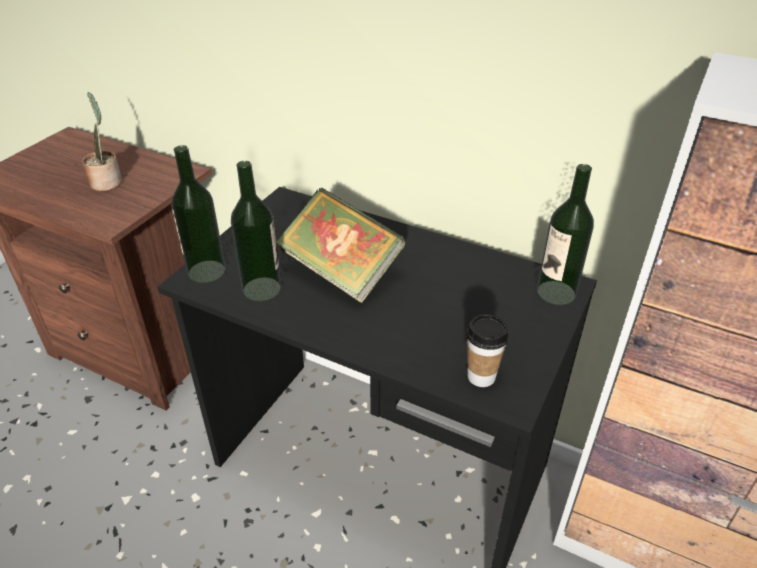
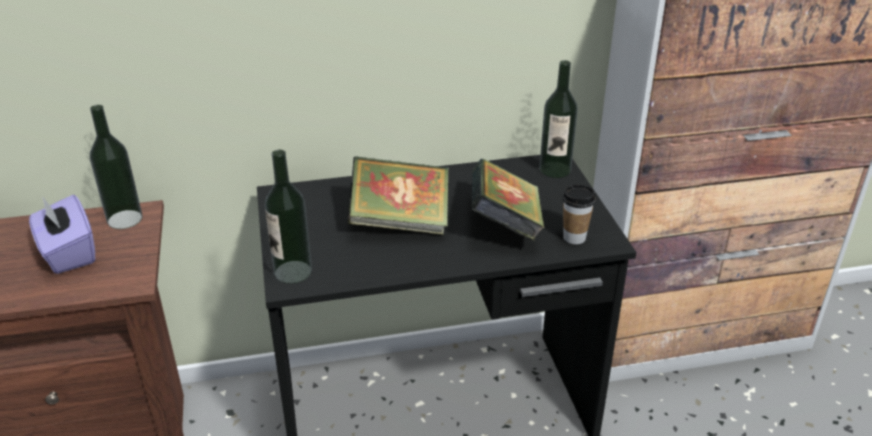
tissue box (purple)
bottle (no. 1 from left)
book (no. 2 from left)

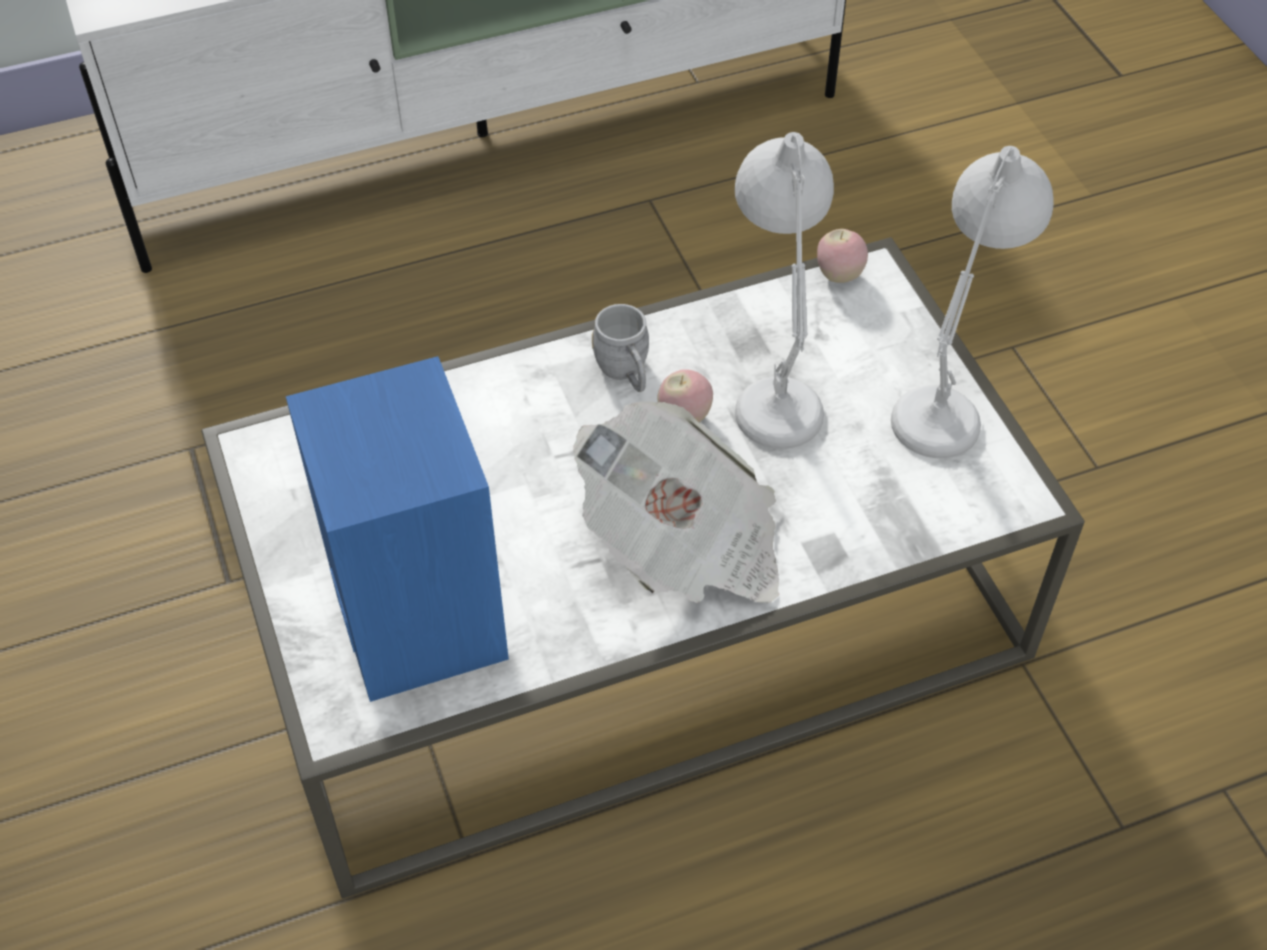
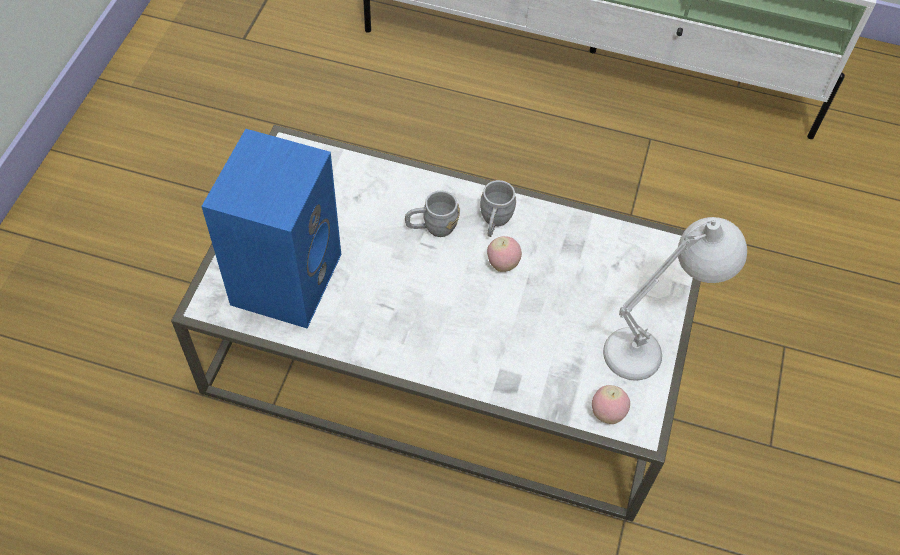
newspaper
table lamp (white) (no. 1 from left in the first image)
apple (no. 2 from left)
mug (grey) (no. 1 from left)

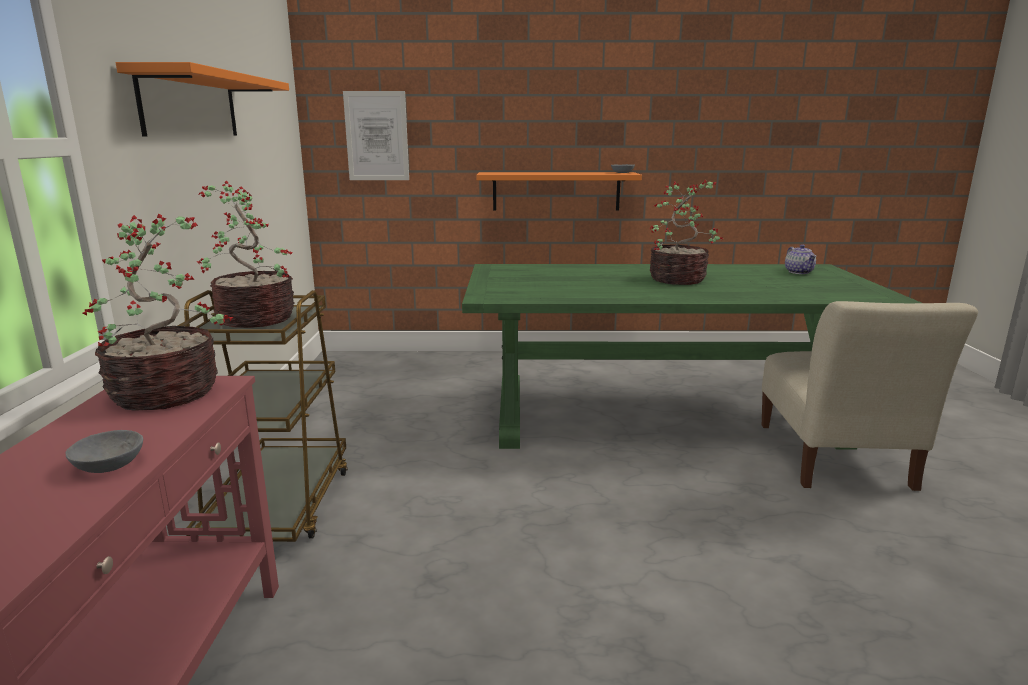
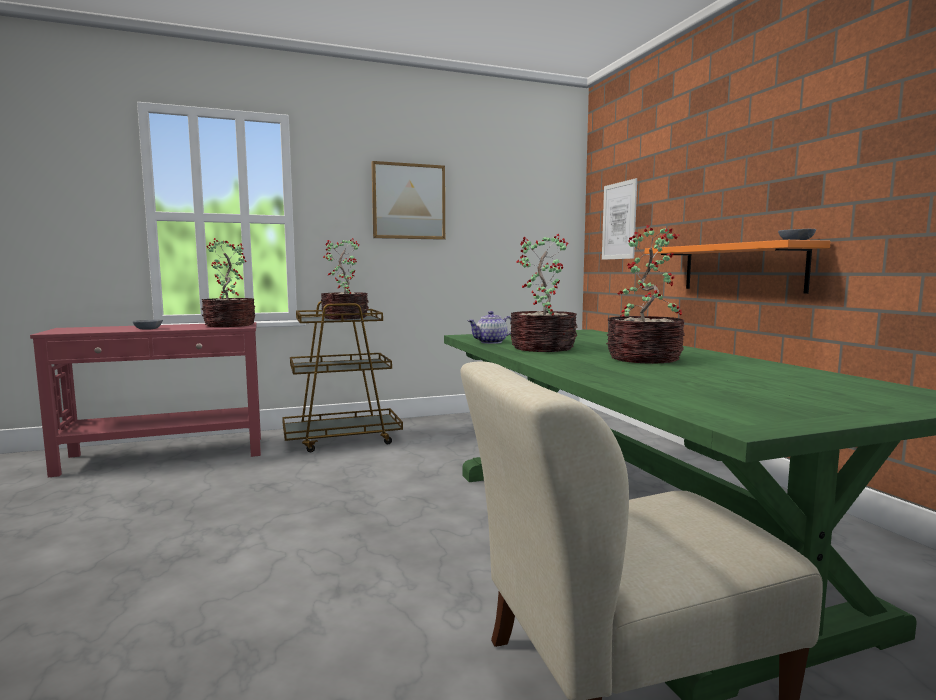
picture (no. 1 from left)
teapot
potted plant (no. 3 from left)

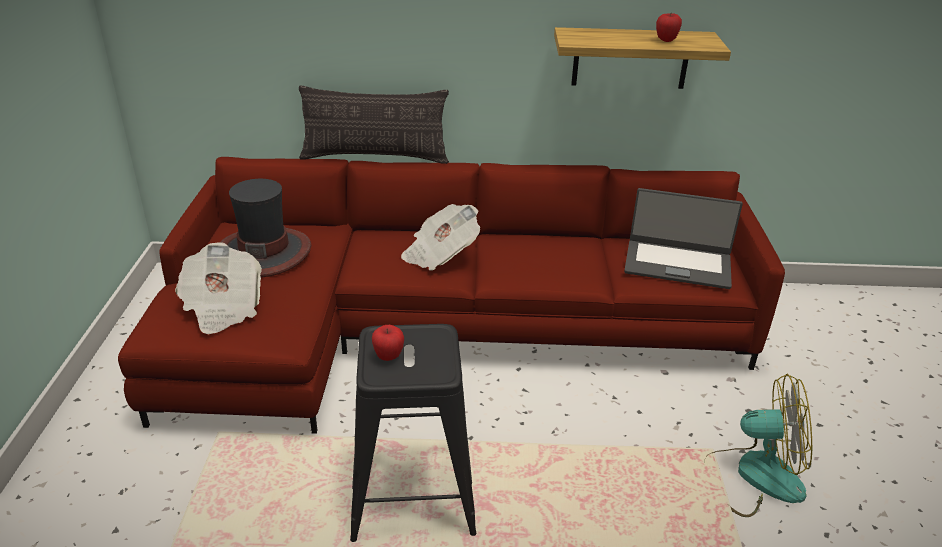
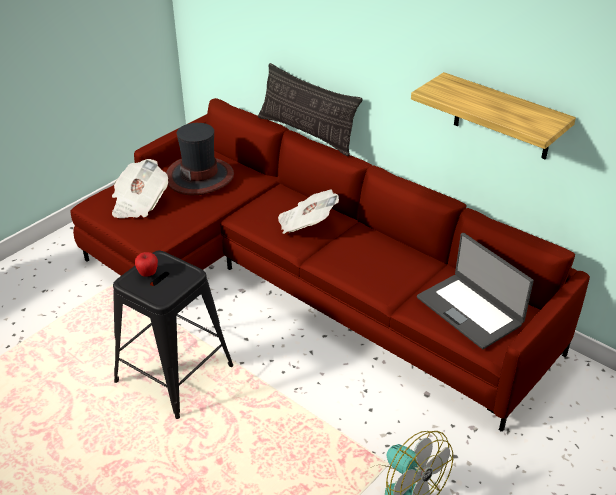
apple (no. 2 from left in the first image)

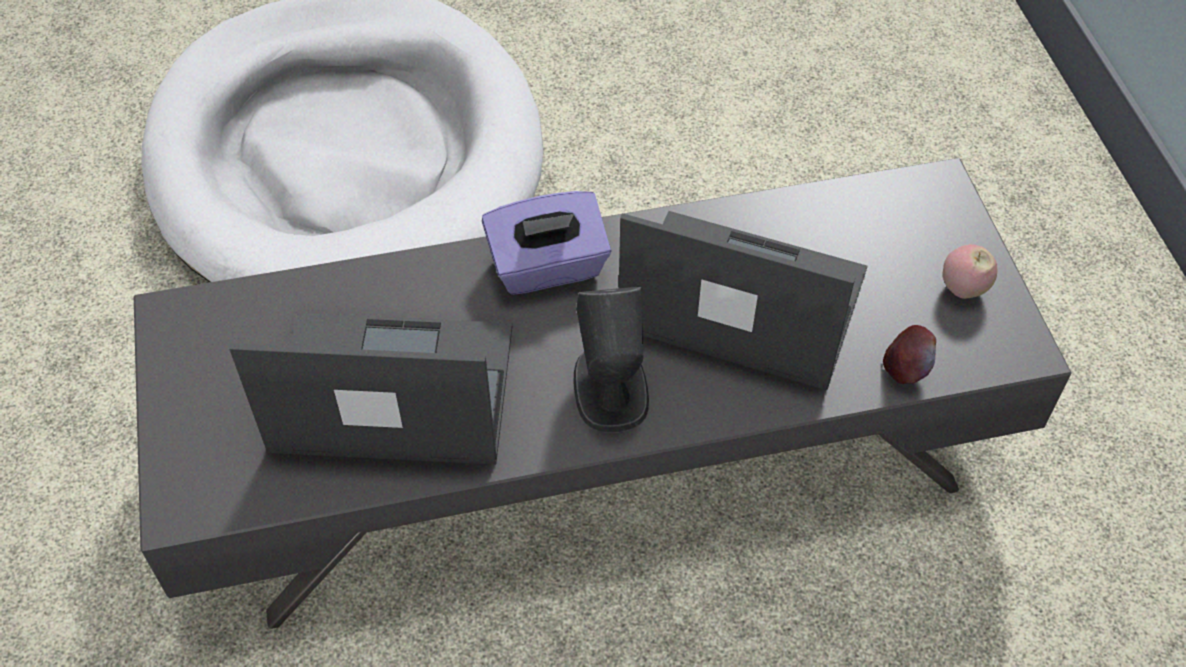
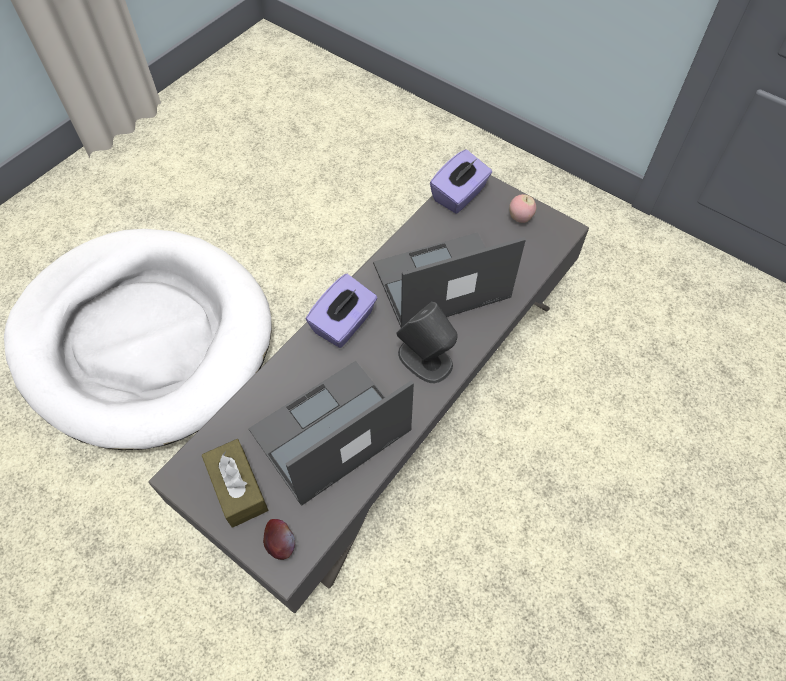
apple (no. 1 from left)
tissue box (brown)
tissue box (purple) (no. 2 from left)

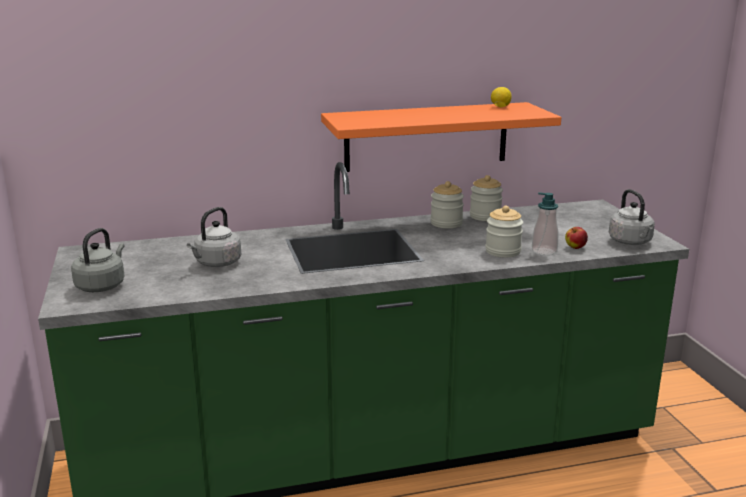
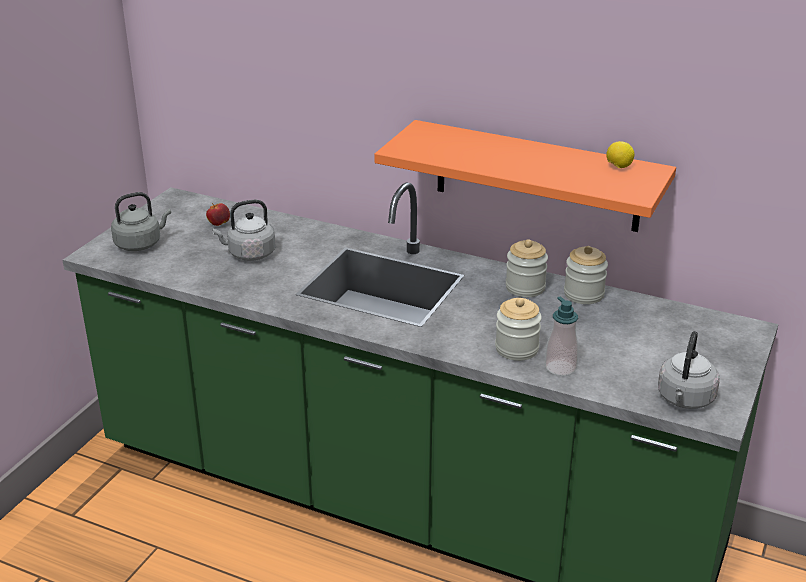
apple

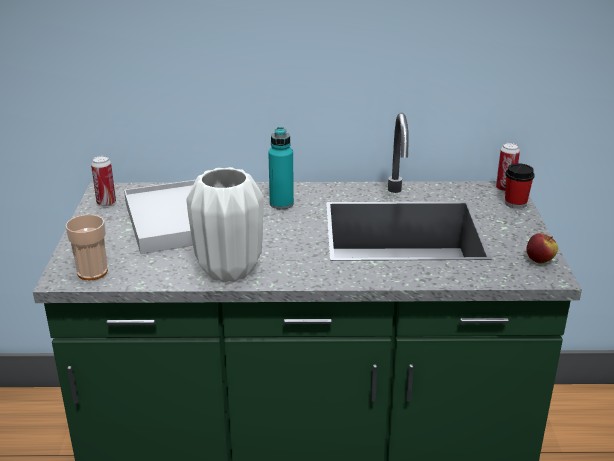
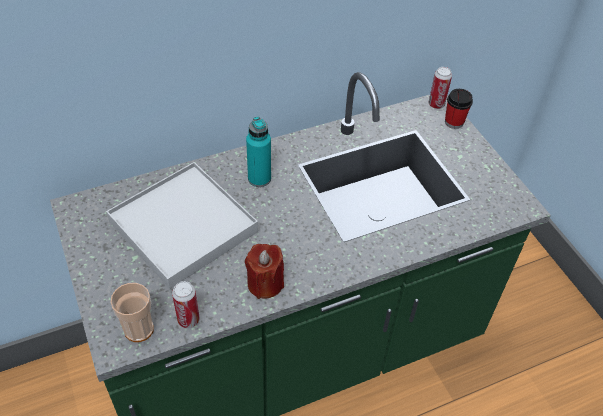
can (no. 1 from left)
candle (red)
apple

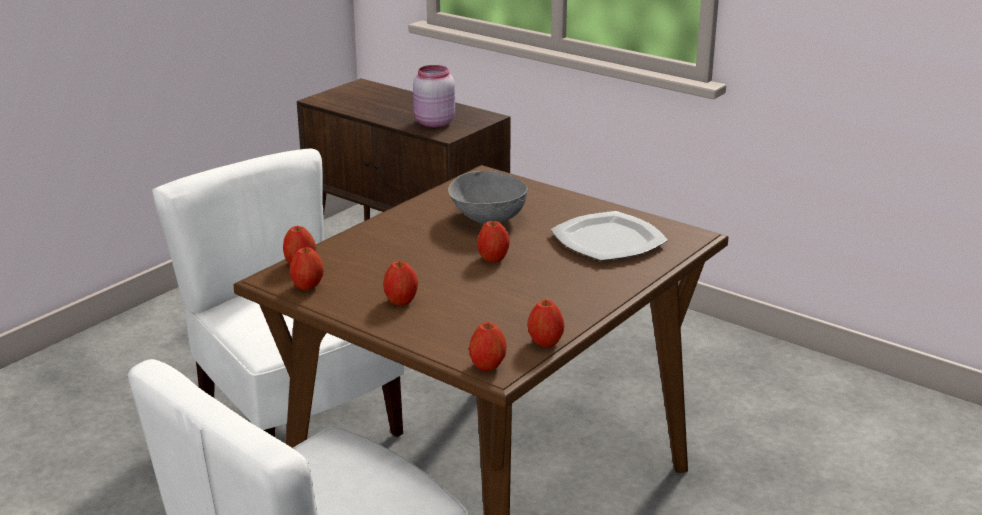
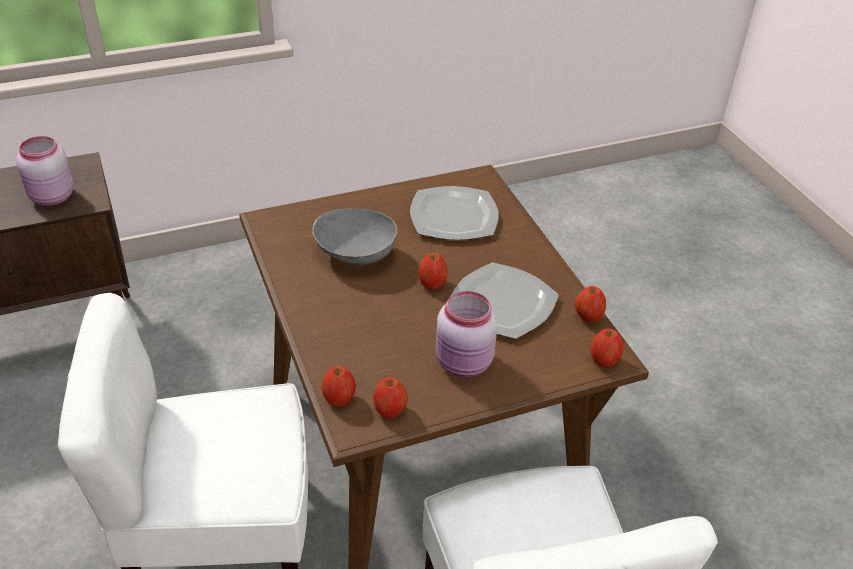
jar (pink) (no. 2 from left)
plate (no. 2 from left)

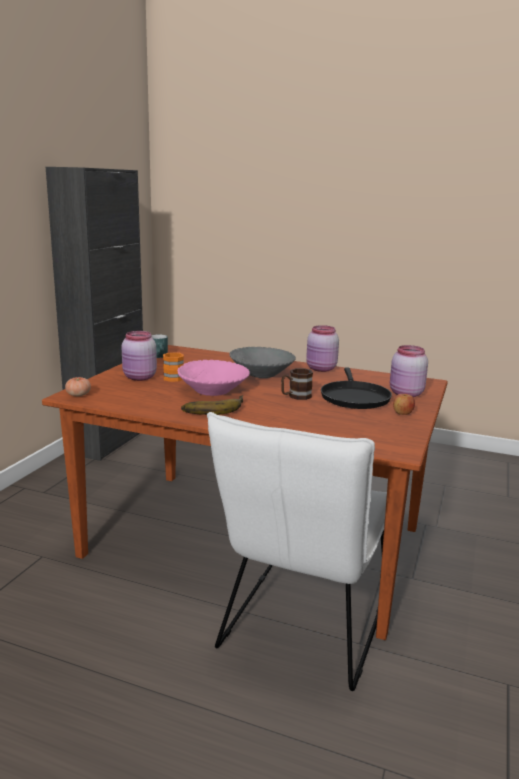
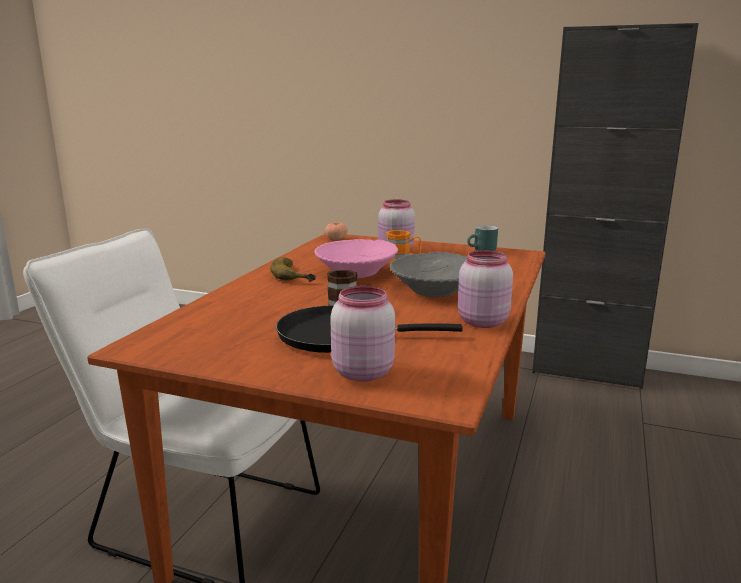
apple

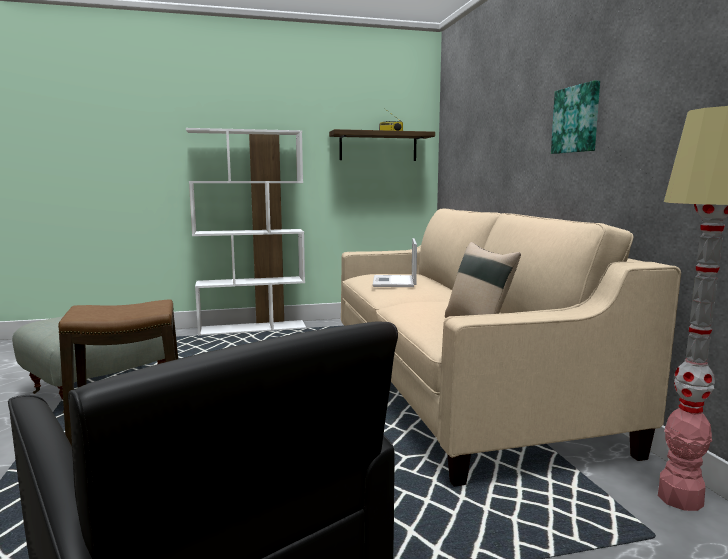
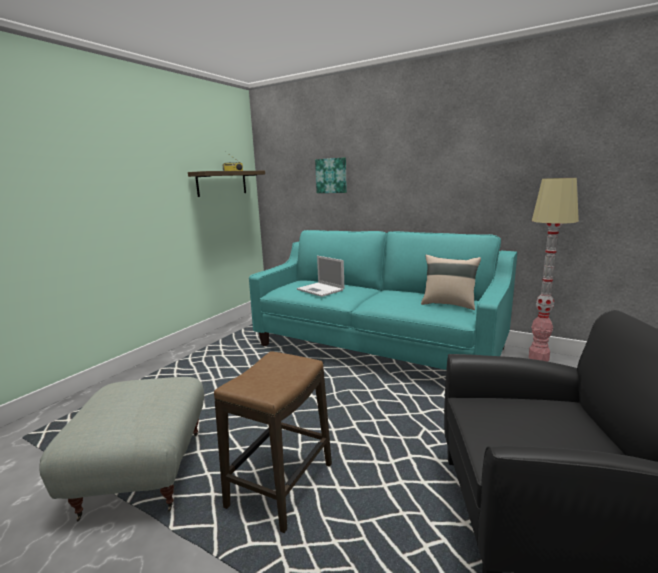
bookcase (white)
sofa (turquoise)
picture

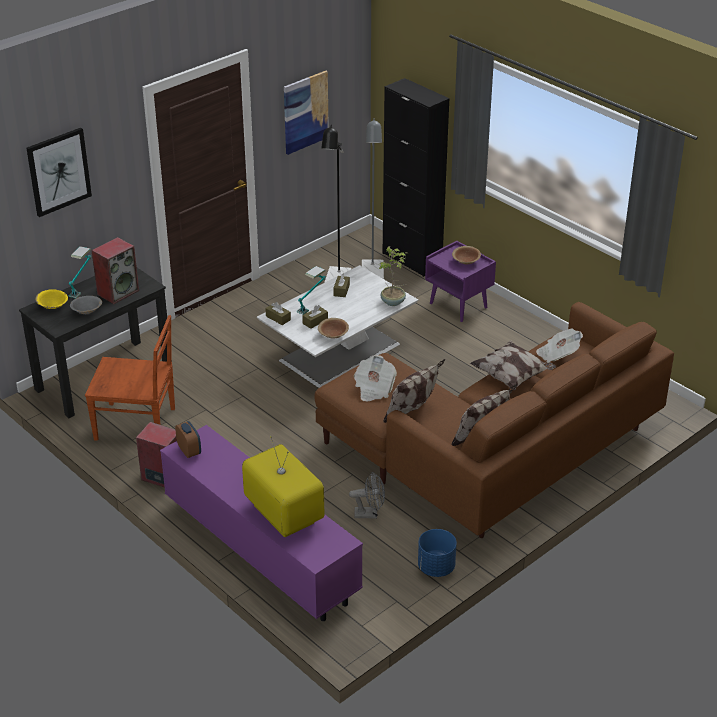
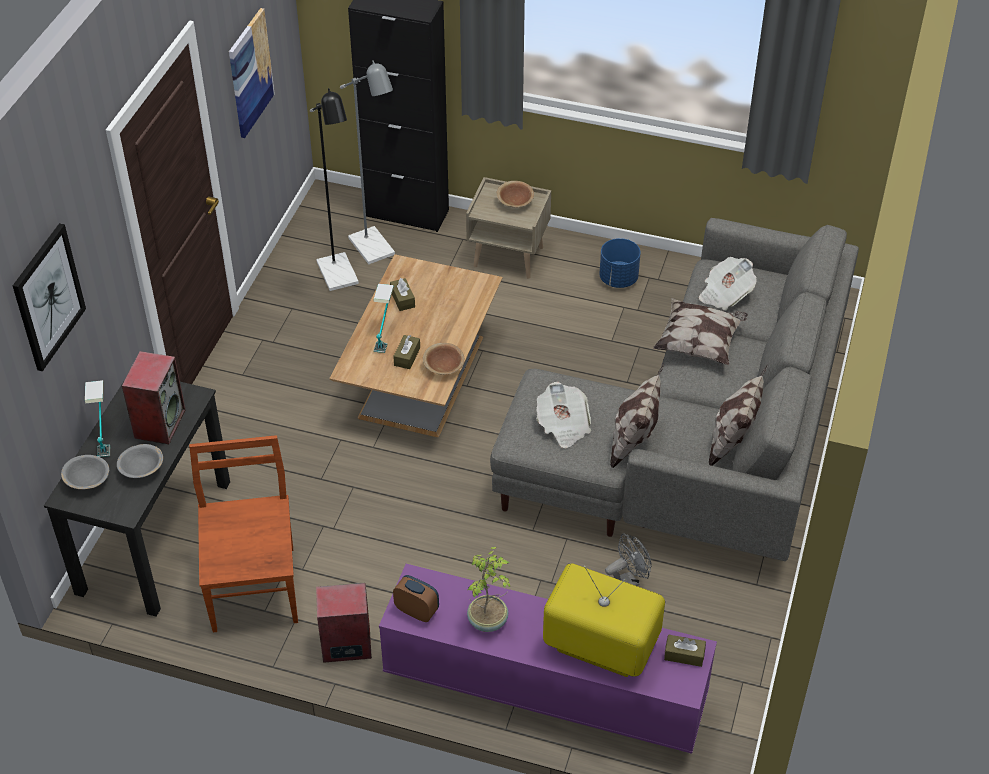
bowl (grey) (no. 1 from left)
chair (brown)
coffee table (brown)
tissue box (brown) (no. 3 from left)
sofa (grey)
potted plant
planter (blue)
nightstand (beige)

